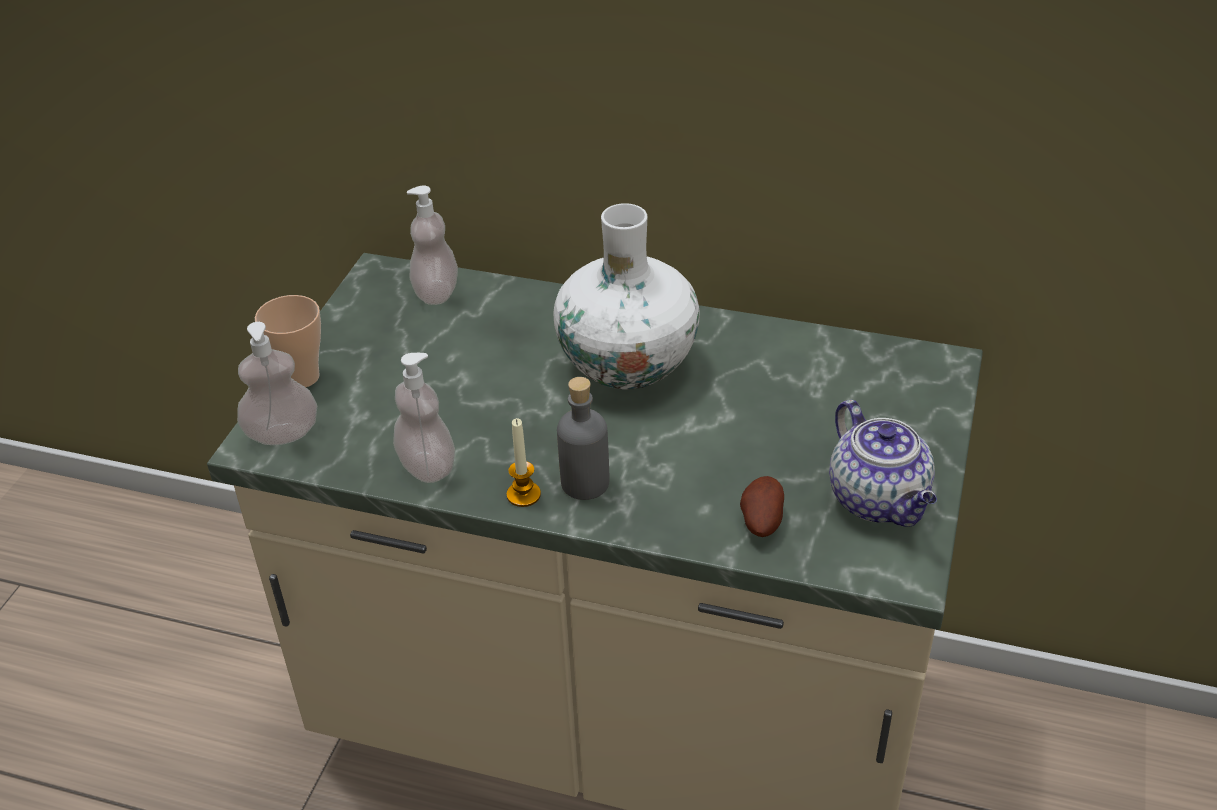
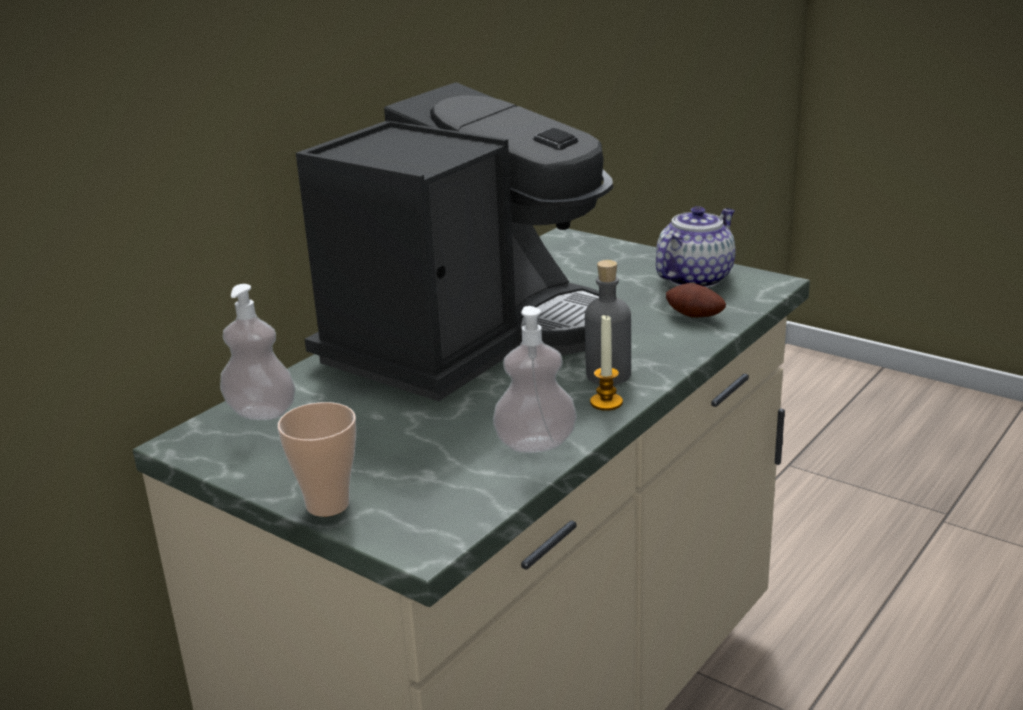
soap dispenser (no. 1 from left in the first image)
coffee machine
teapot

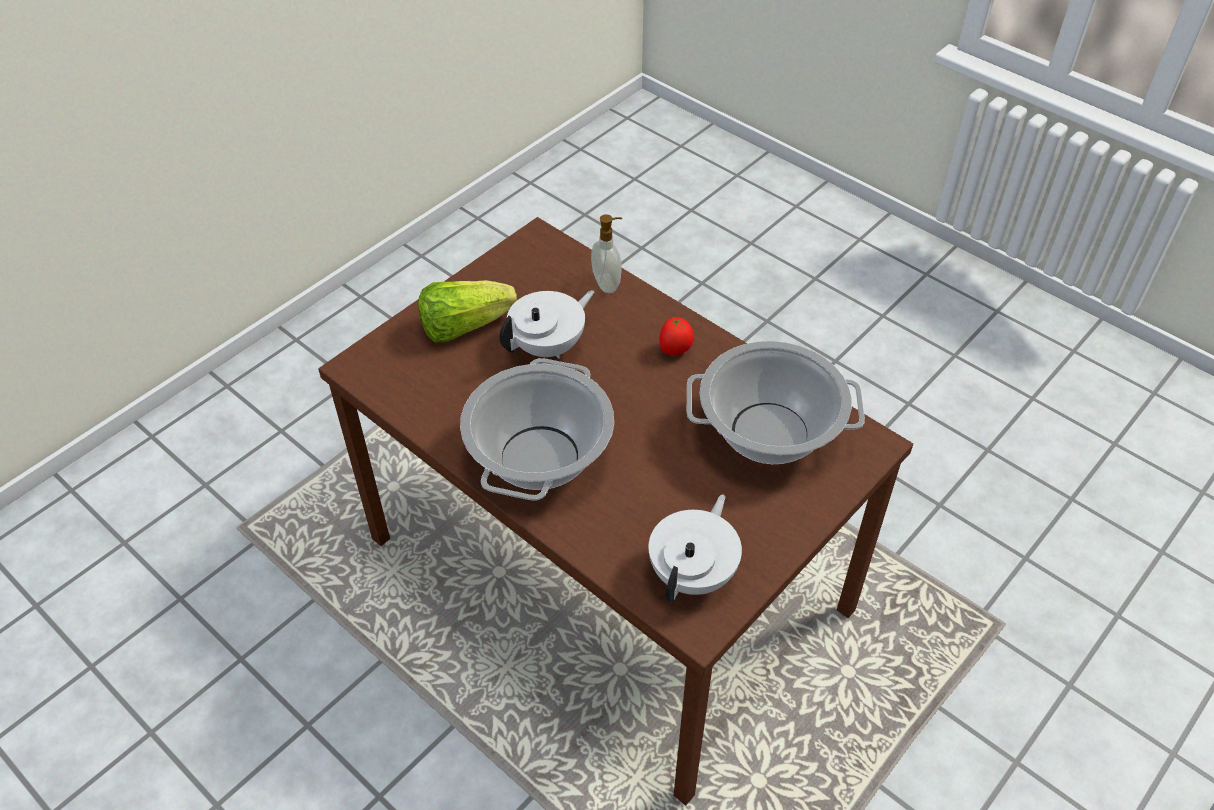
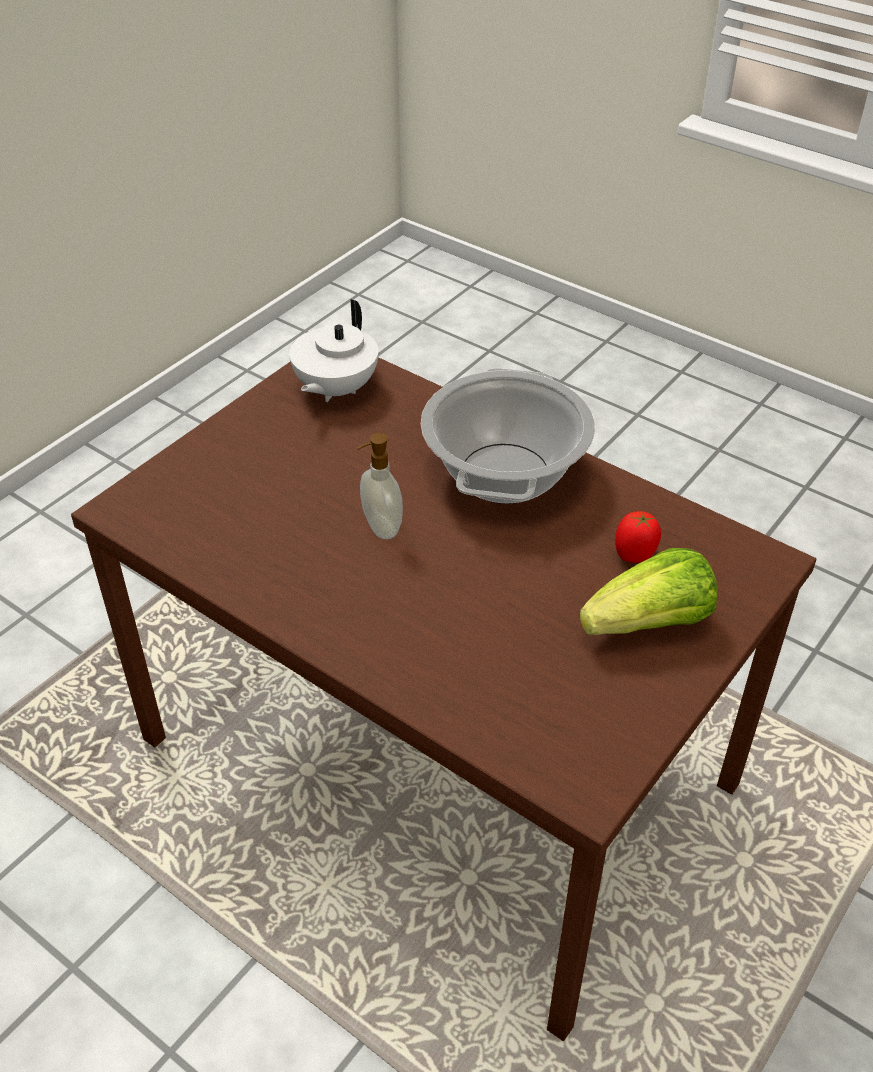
teapot (white) (no. 1 from left in the first image)
soap dispenser
tomato
cooking pot (no. 2 from left in the first image)

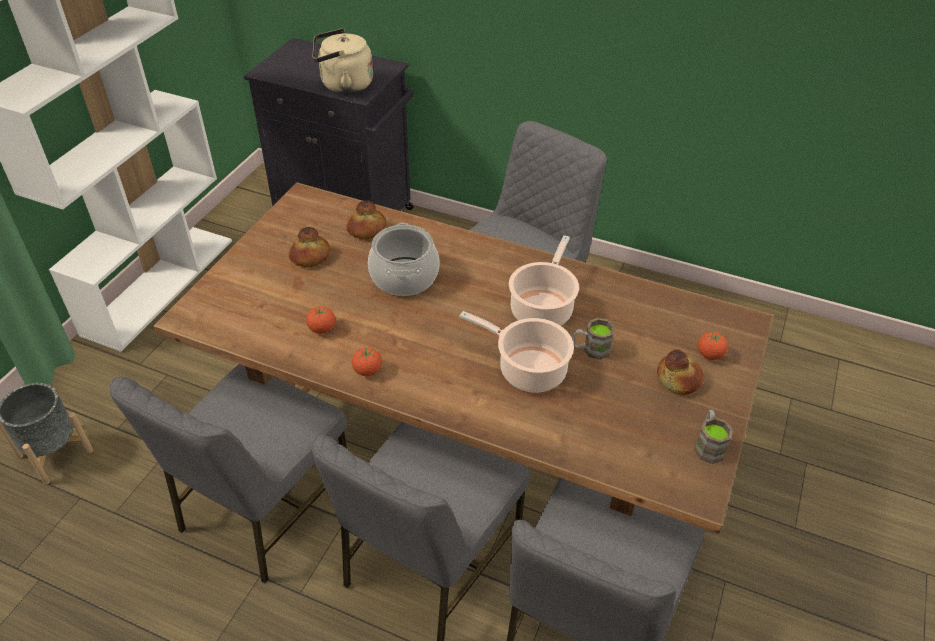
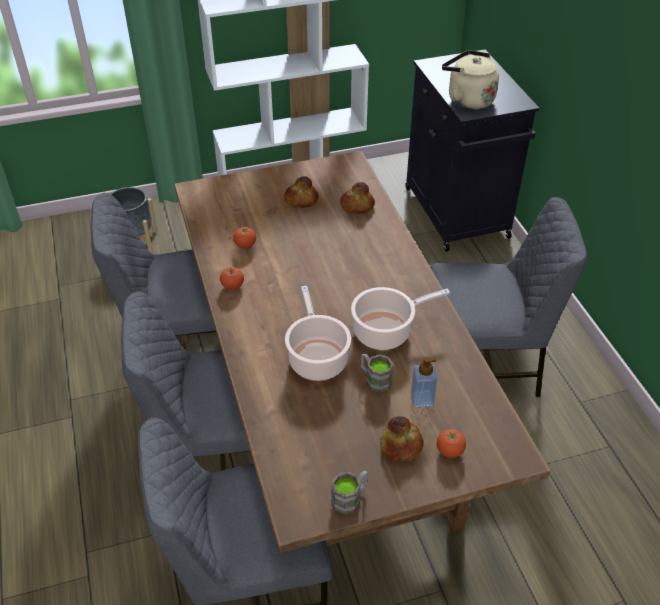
cooking pot (no. 1 from left in the first image)
soap dispenser

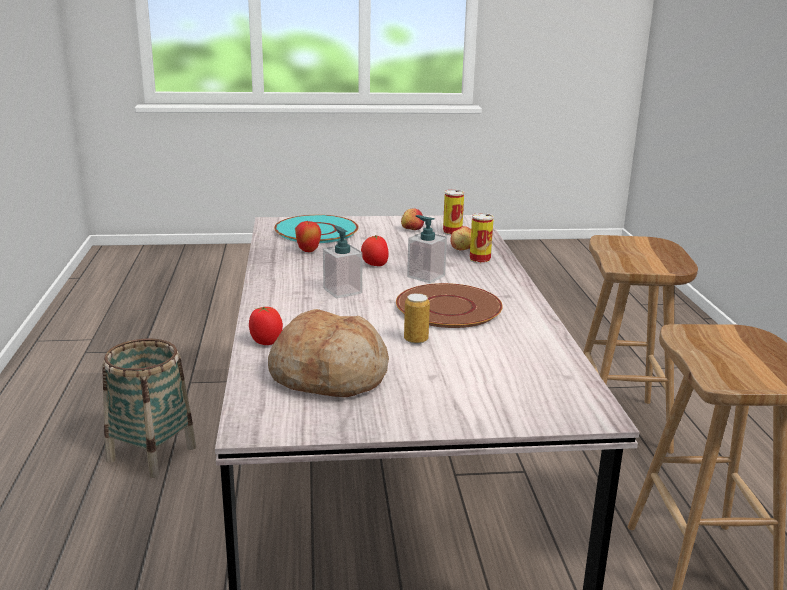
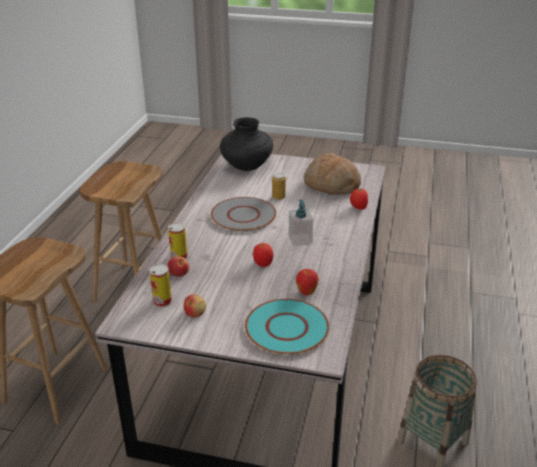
plate (grey)
soap dispenser (no. 2 from left in the first image)
vase (black)

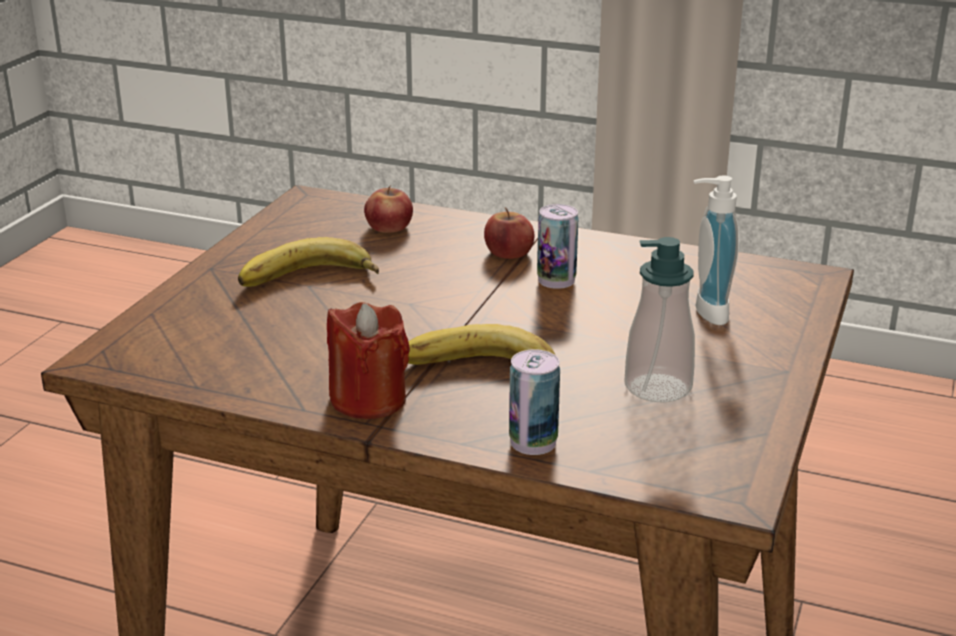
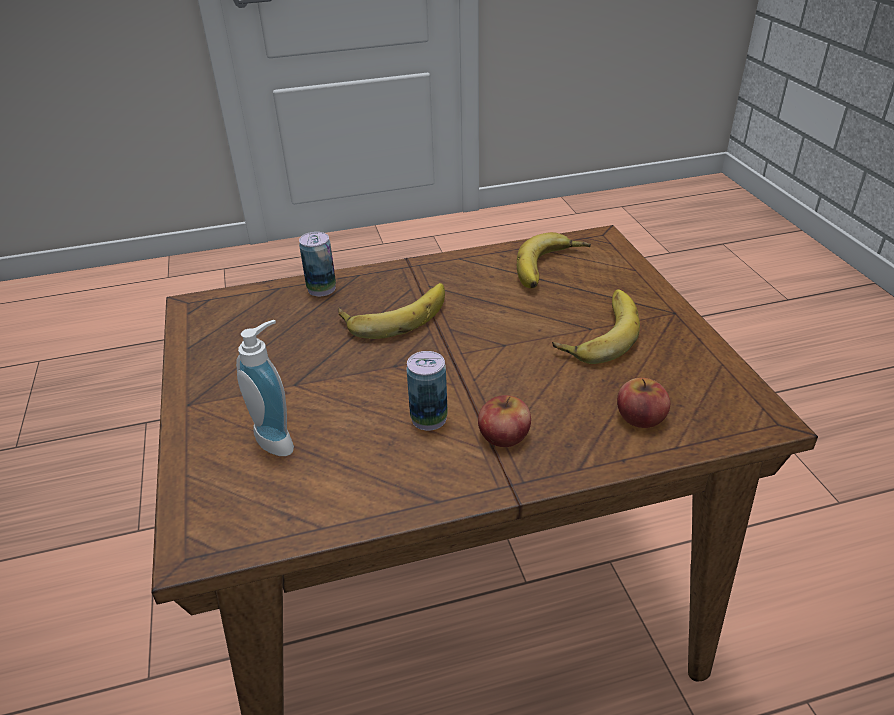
candle (red)
soap dispenser (no. 1 from left in the first image)
banana (no. 2 from left)

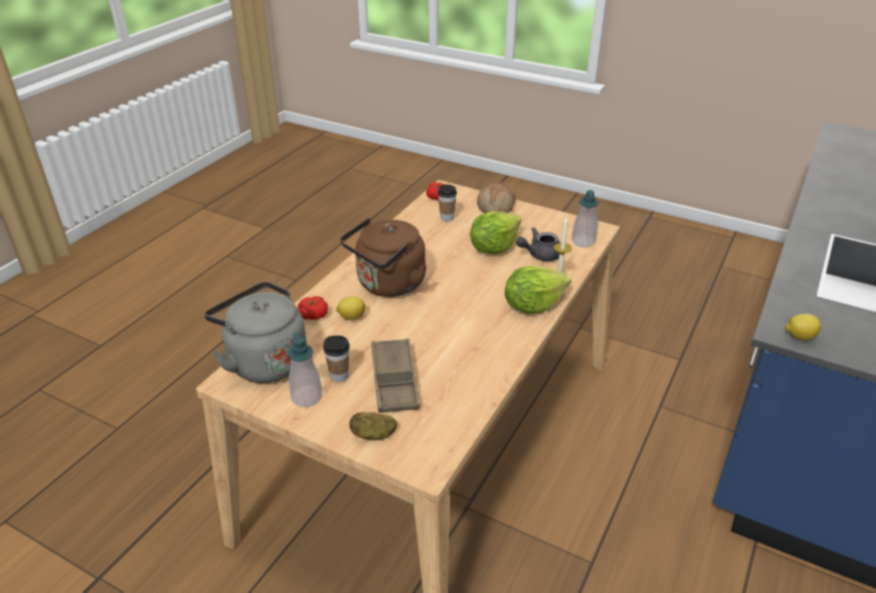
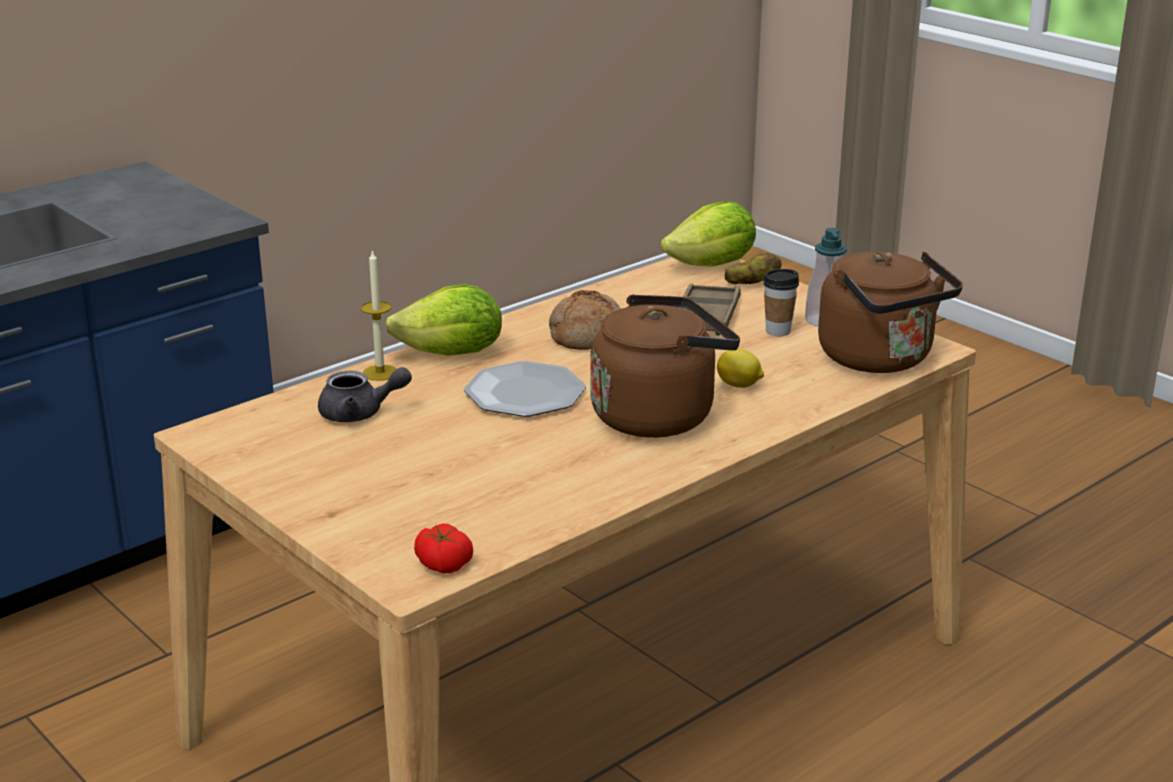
kettle (brown) (no. 2 from left)
tomato (no. 1 from left in the first image)
cup (no. 2 from left in the first image)
lettuce (no. 2 from left)
bread
soap dispenser (no. 2 from left in the first image)
lemon (no. 2 from left in the first image)
plate

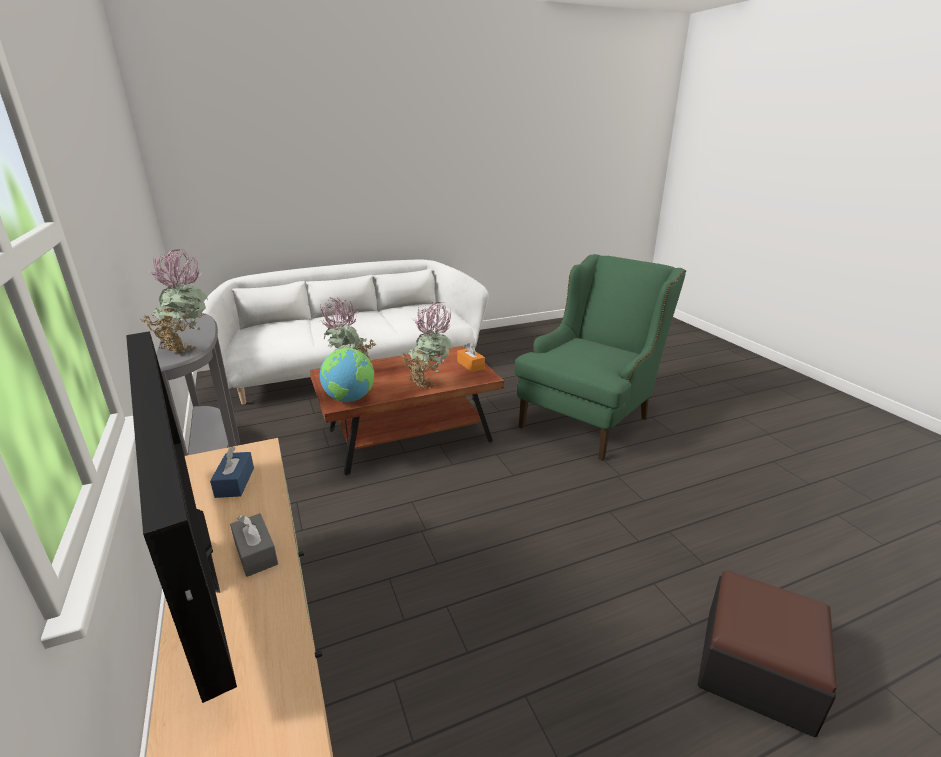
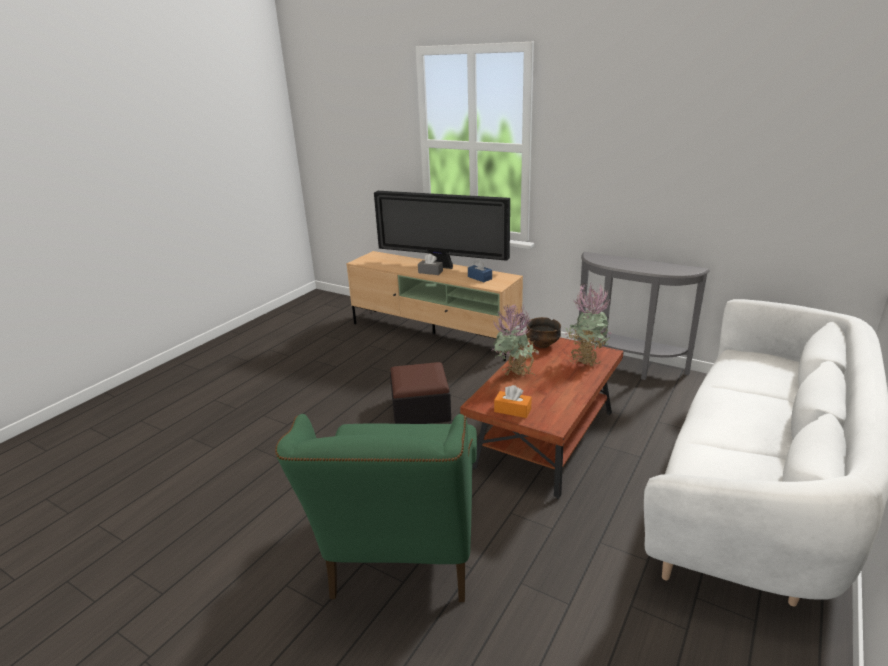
potted plant (no. 1 from left in the first image)
bowl
ottoman

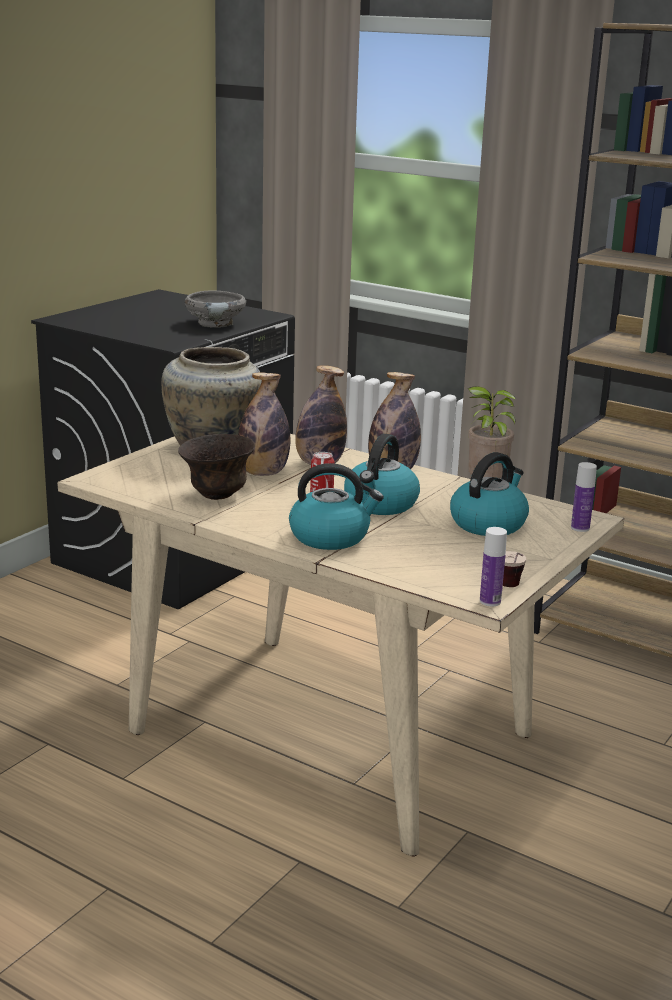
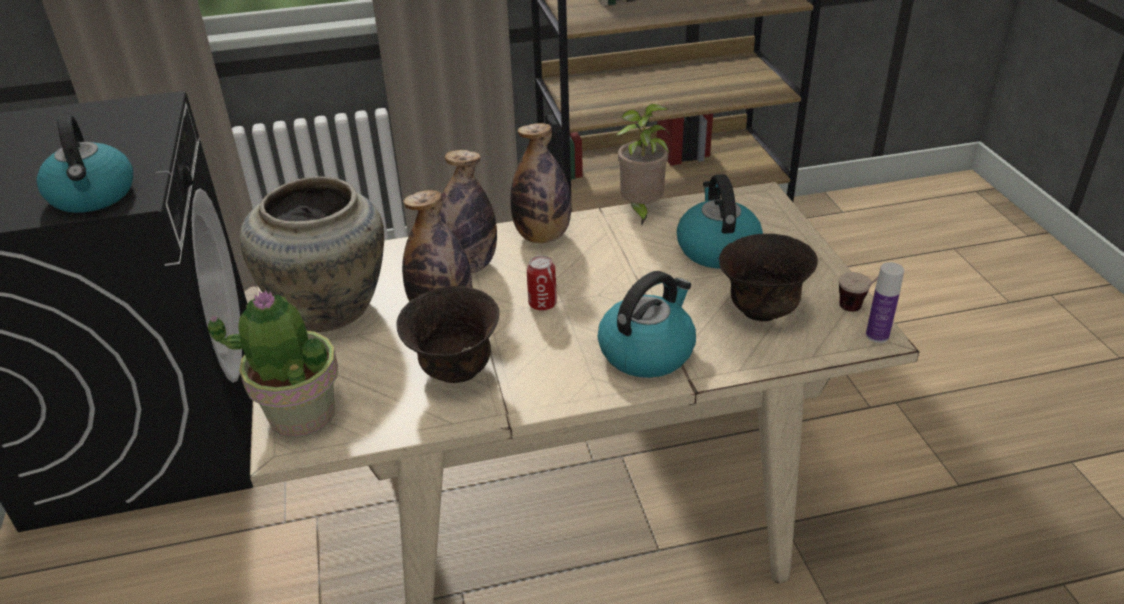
bowl (grey)
kettle (no. 1 from left)
bottle (no. 5 from left in the first image)
potted plant (no. 1 from left)
bowl (brown) (no. 2 from left)

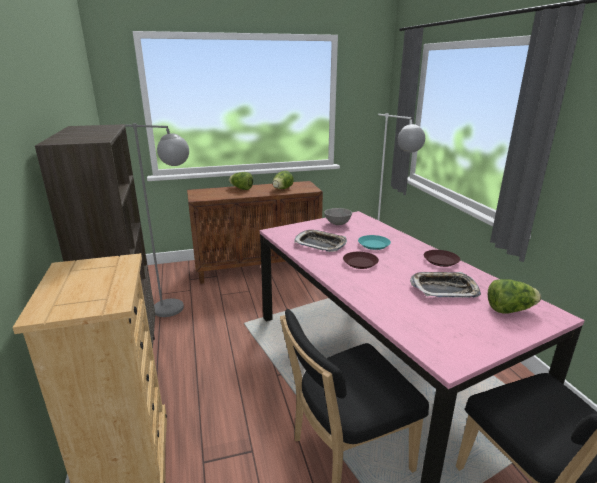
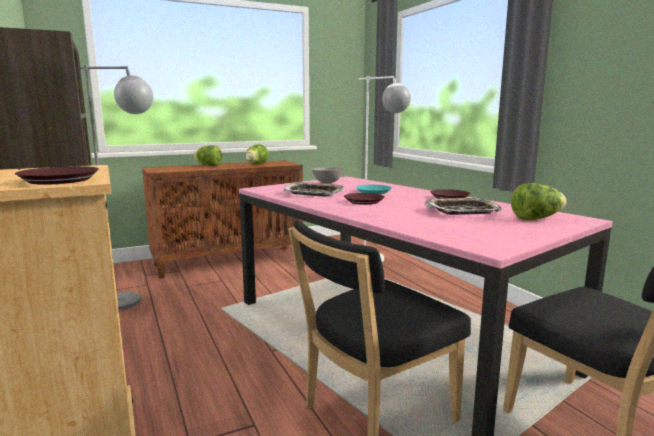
plate (brown) (no. 1 from left)

